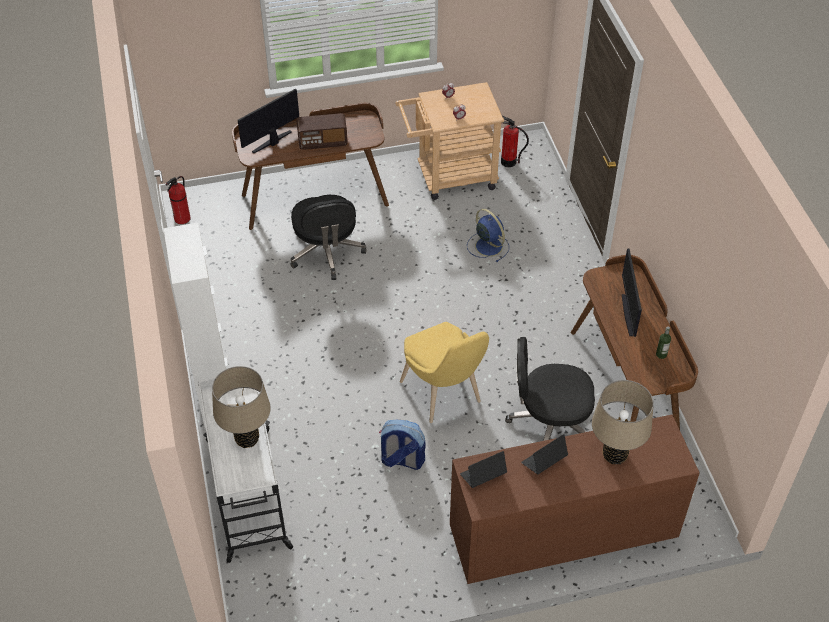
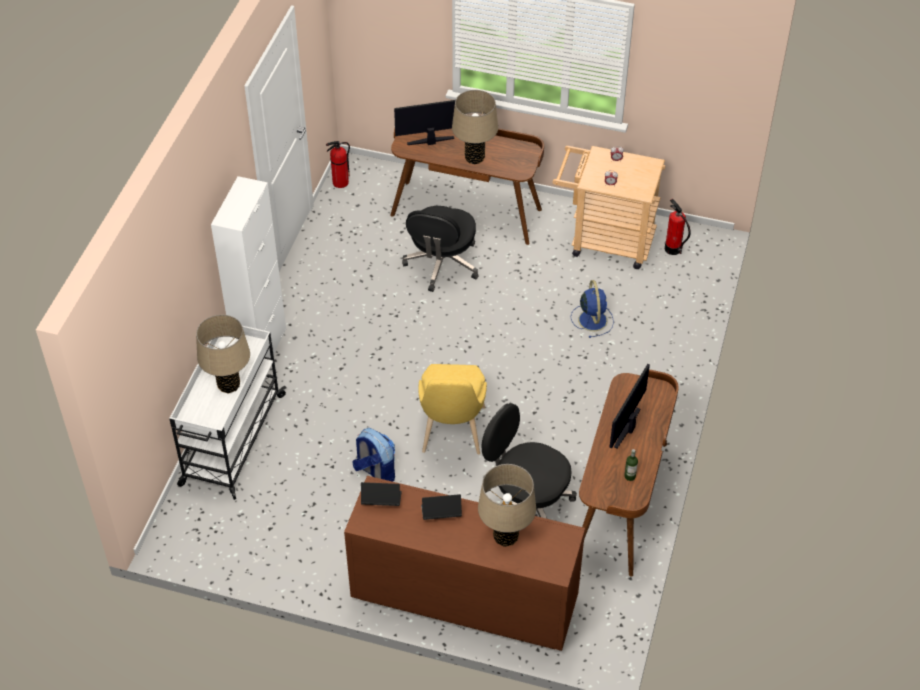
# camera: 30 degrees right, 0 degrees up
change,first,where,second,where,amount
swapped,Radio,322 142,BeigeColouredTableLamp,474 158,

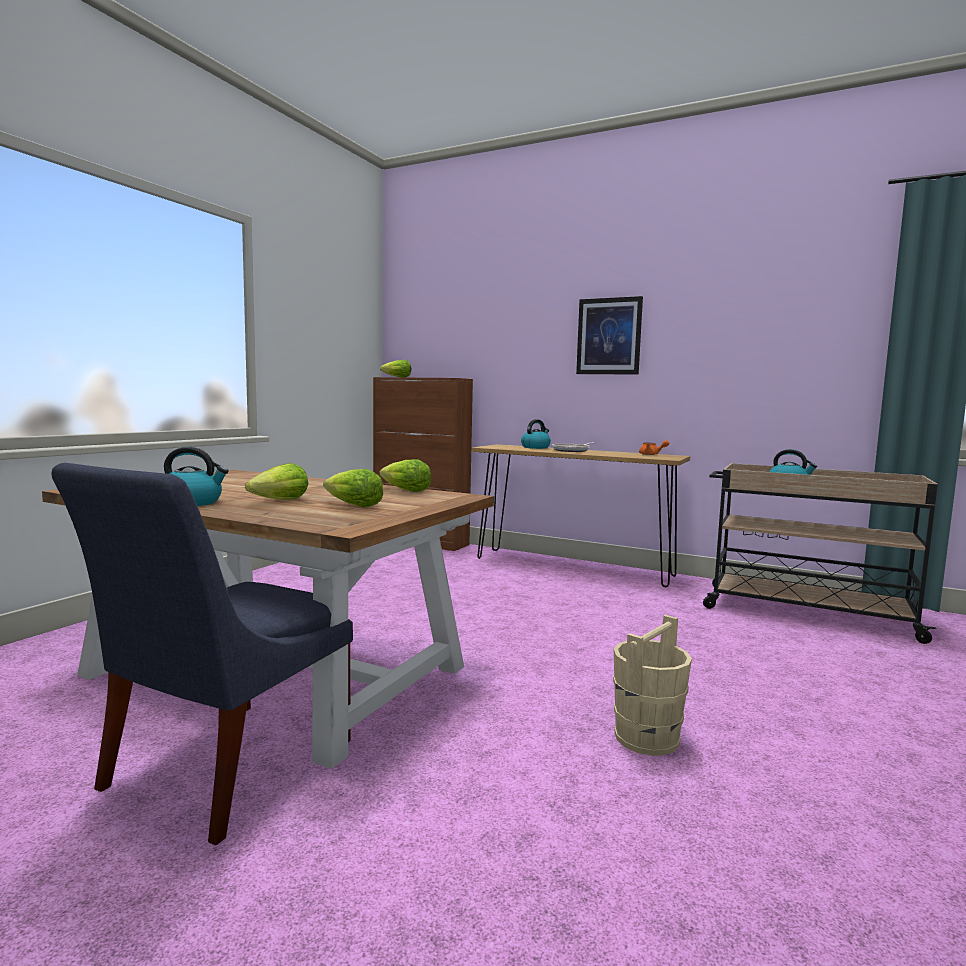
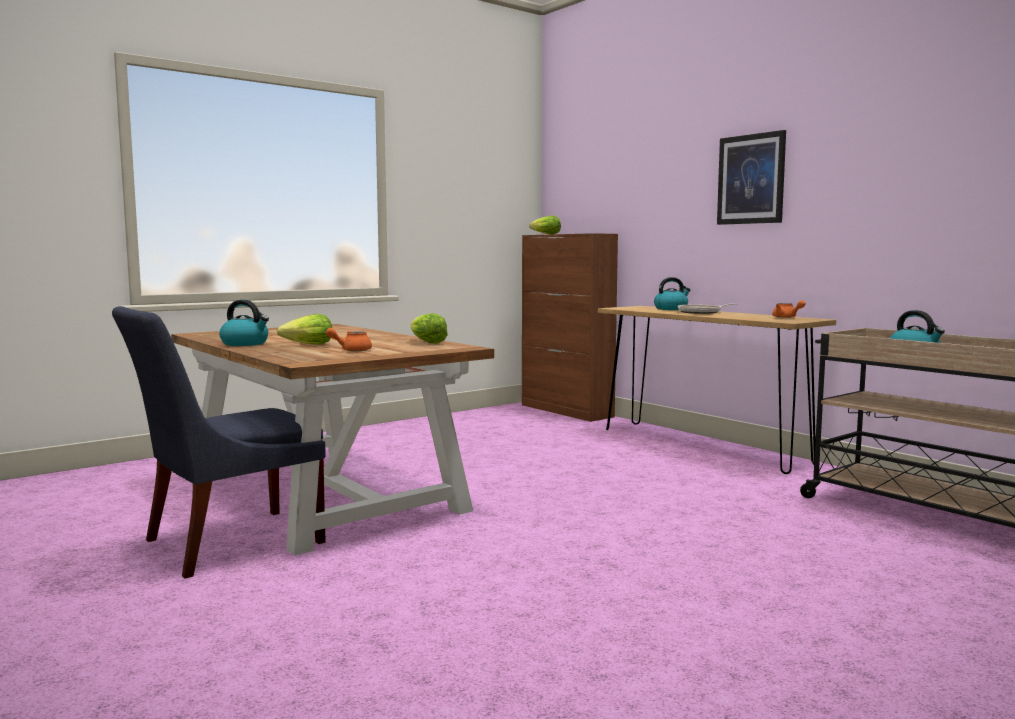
# camera: 25 degrees right, 0 degrees up
change,first,where,second,where,amount
swapped,HeadOfLettuce,352 506,OrangeyTeapot,351 350,
gone,BeigeColouredWaterBucket,647 737,,,

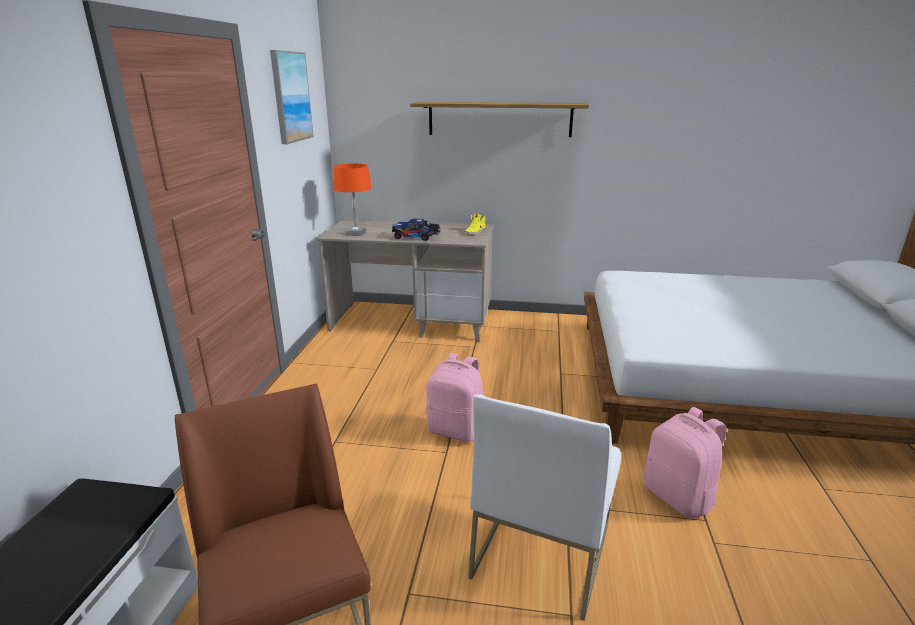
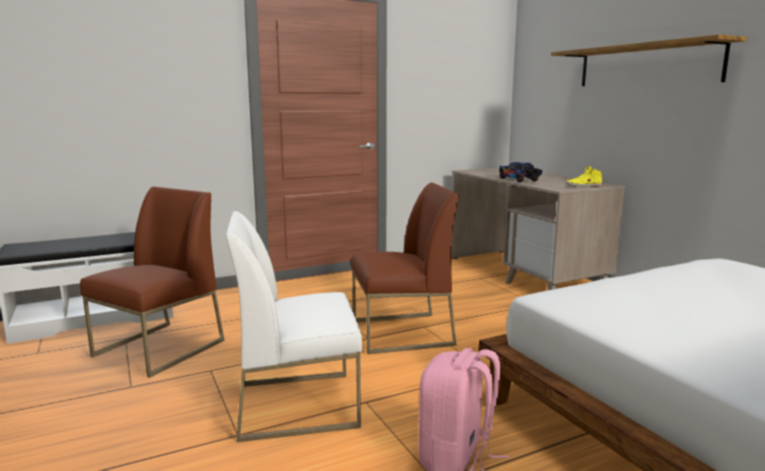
# camera: 55 degrees right, 10 degrees down
change,first,where,second,where,amount
gone,WallPicture,290 97,,,
gone,OrangeyTableLamp,356 233,,,
swapped,PinkKnapsack,456 430,BrownChair,401 333,

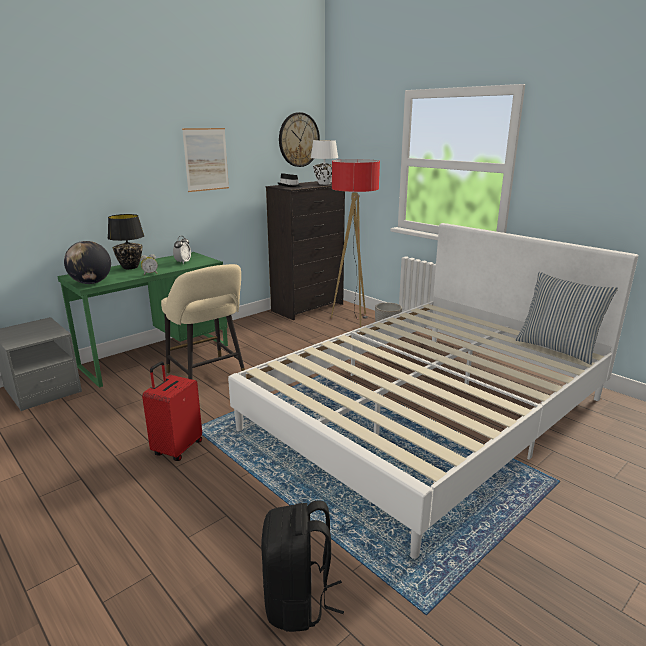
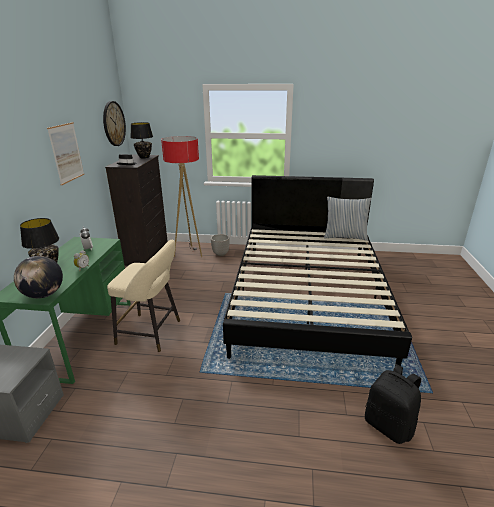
# camera: 40 degrees left, 5 degrees up
change,first,where,second,where,amount
gone,RedPieceOfLuggage,177 448,,,
repainted,WhiteColouredSleepingBed,429 413,BlackSleepingBed,308 296,
repainted,WhiteColouredTableLamp,324 184,BlackTableLamp,144 157,

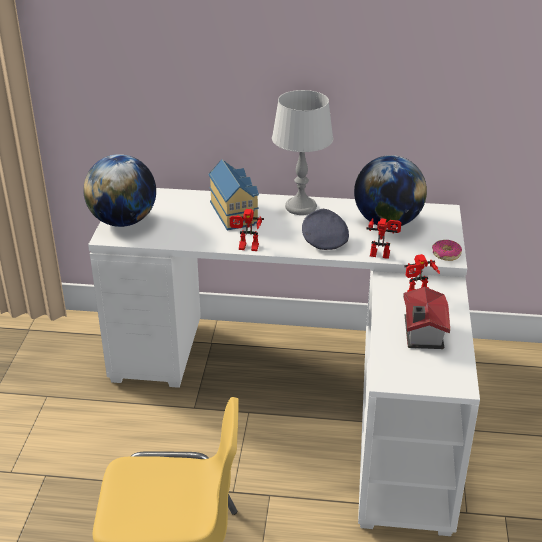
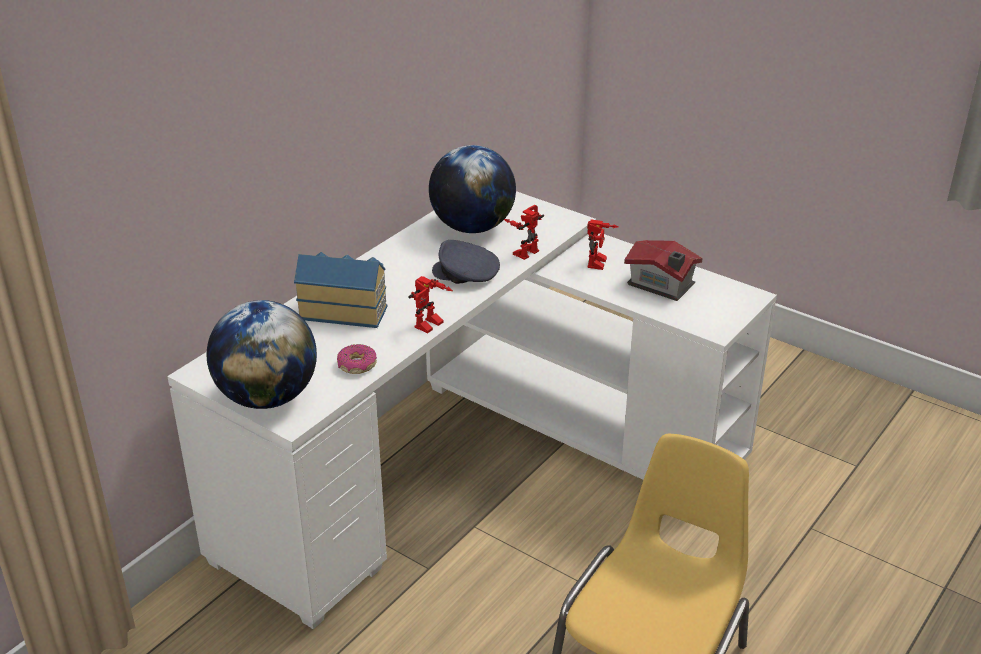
# camera: 60 degrees left, 0 degrees up
change,first,where,second,where,amount
gone,GreyishTableLamp,301 207,,,
shifted,Doughnut,446 254,,357 365,

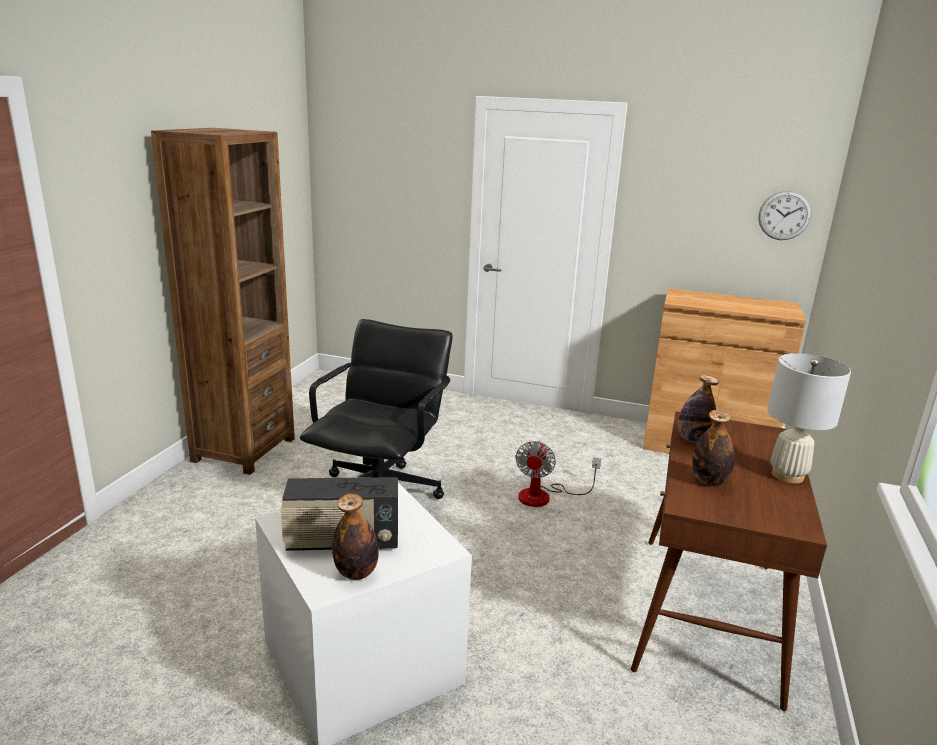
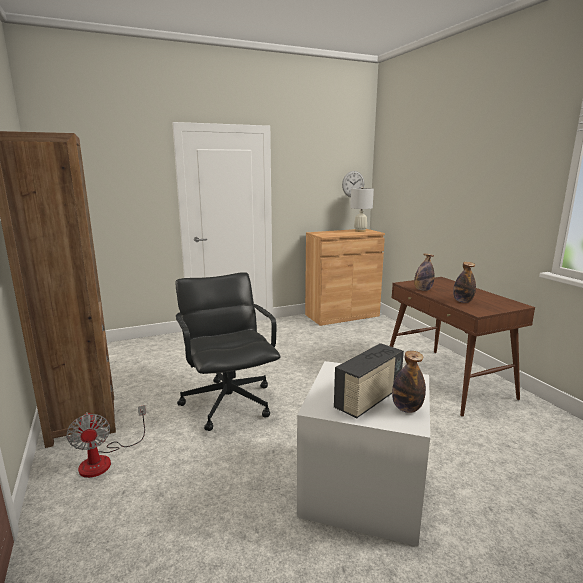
# camera: 40 degrees left, 5 degrees down
change,first,where,second,where,amount
shifted,Fan,544 496,,104 460,
shifted,WhiteColouredTableLamp,788 476,,360 231,

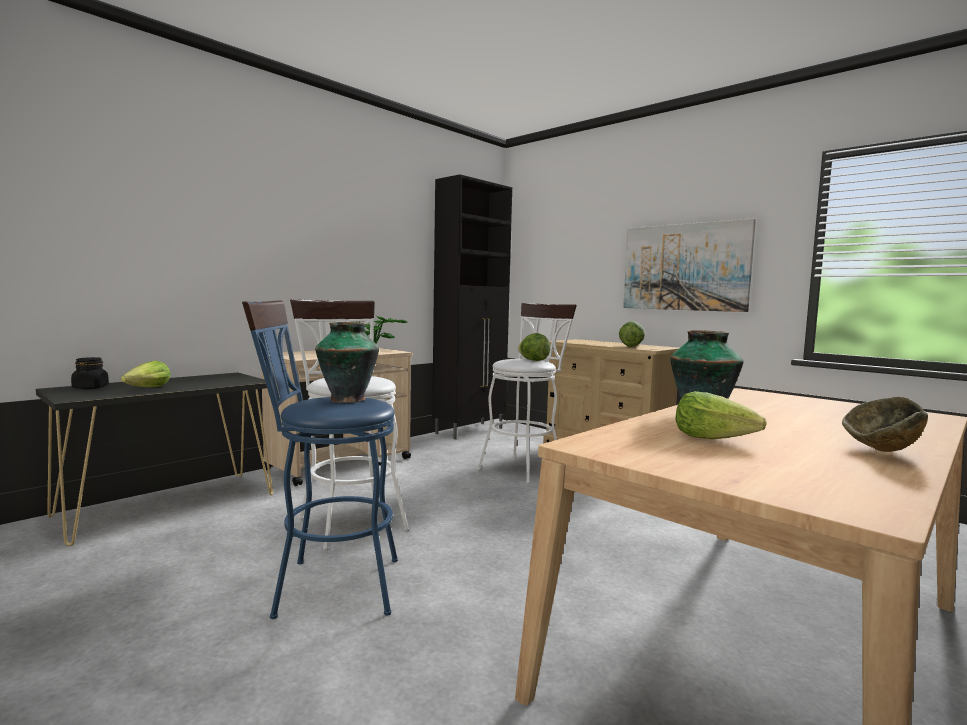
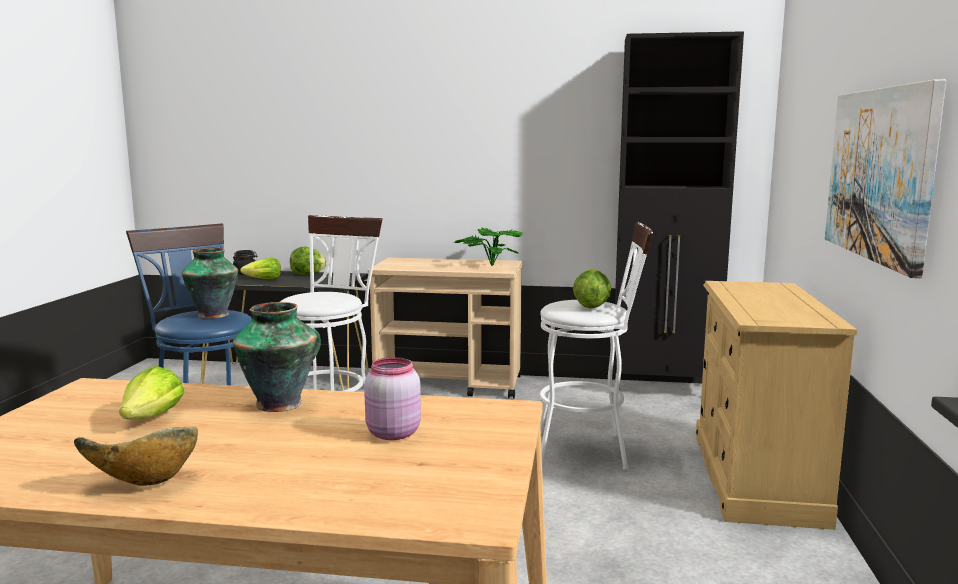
# camera: 55 degrees right, 5 degrees up
change,first,where,second,where,amount
shifted,HeadOfLettuce,631 347,,308 274,
new,,,PinkPreserveJar,391 433,

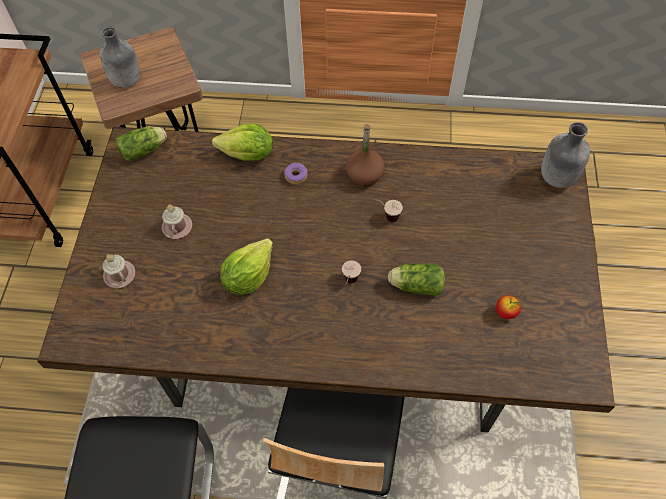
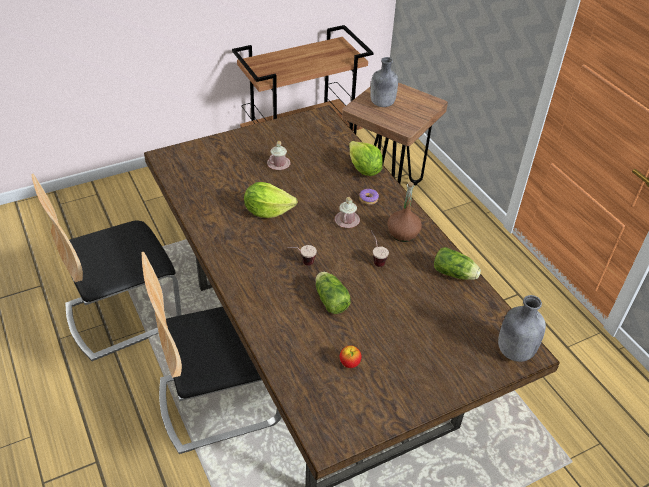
# camera: 55 degrees right, 15 degrees down
change,first,where,second,where,amount
shifted,PinkCoffeeMug,119 275,,347 220,
shifted,HeadOfLettuce,145 150,,455 274,

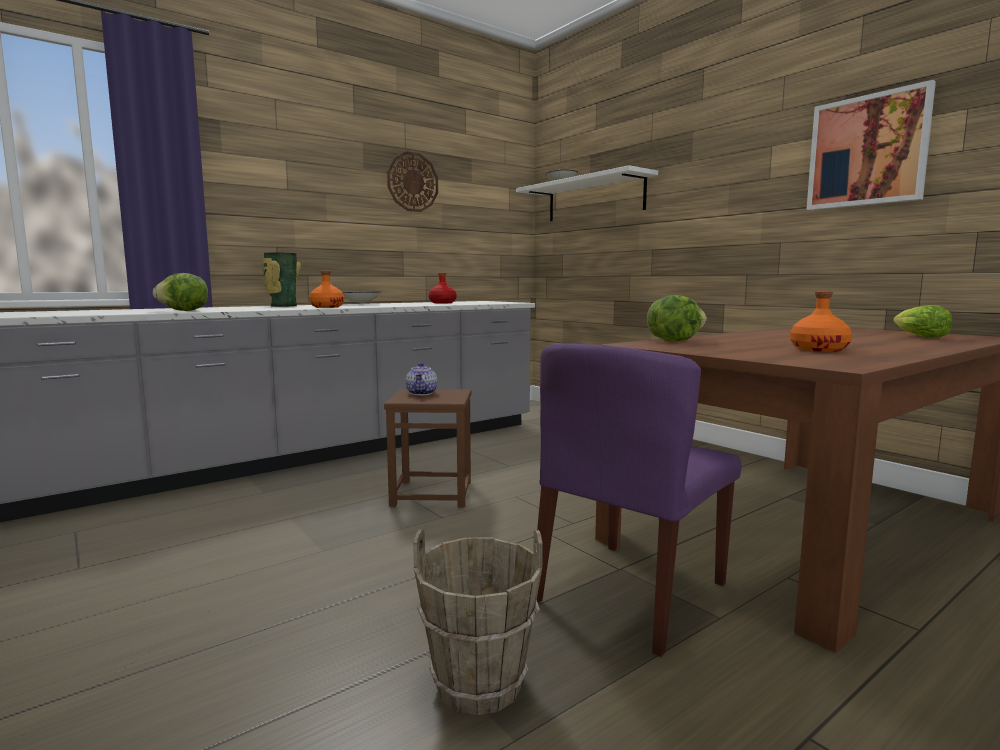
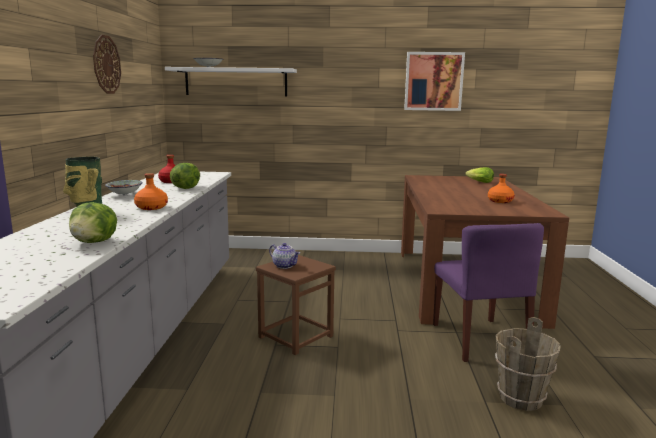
# camera: 50 degrees left, 5 degrees up
change,first,where,second,where,amount
shifted,HeadOfLettuce,673 341,,186 188,

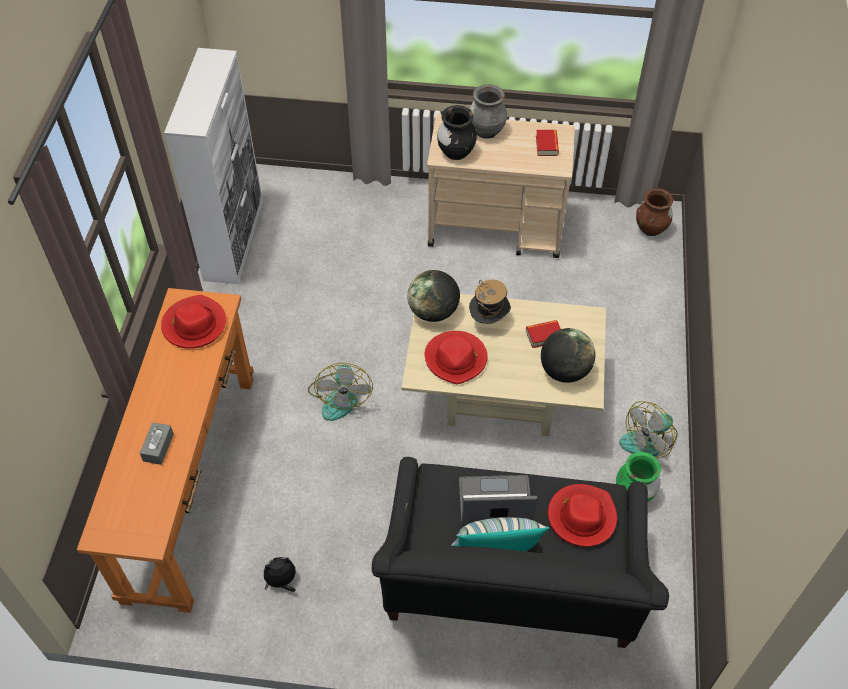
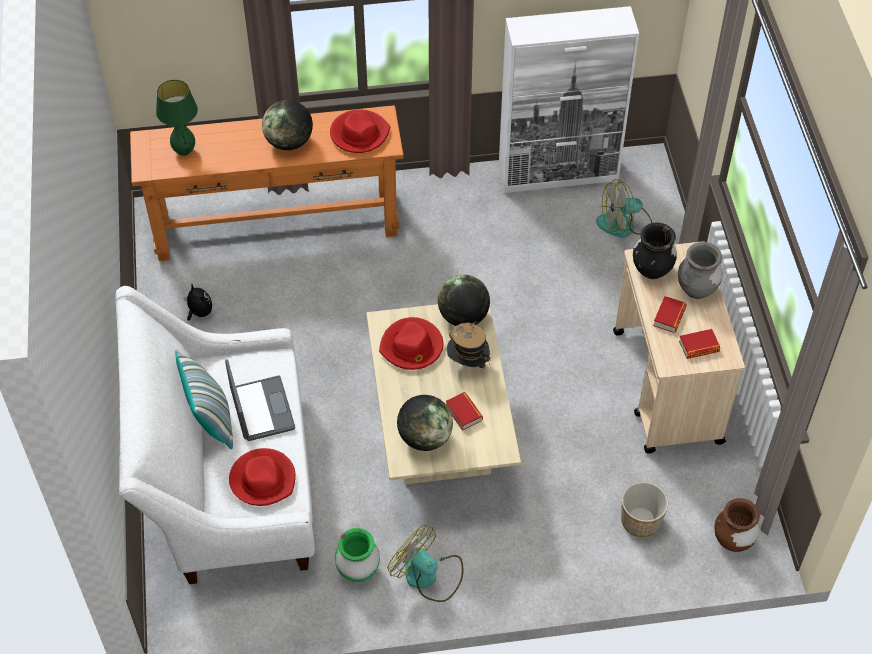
# camera: 75 degrees right, 0 degrees up
change,first,where,second,where,amount
gone,GreyishTissueBox,158 447,,,
shifted,Fan,340 397,,624 224,
repainted,BlackSettee,510 590,WhiteColouredSettee,227 481,
new,,,GreenishTableLamp,184 151,
new,,,Globe,289 142,
new,,,Planter,641 521,
new,,,BoundBook,669 317,

